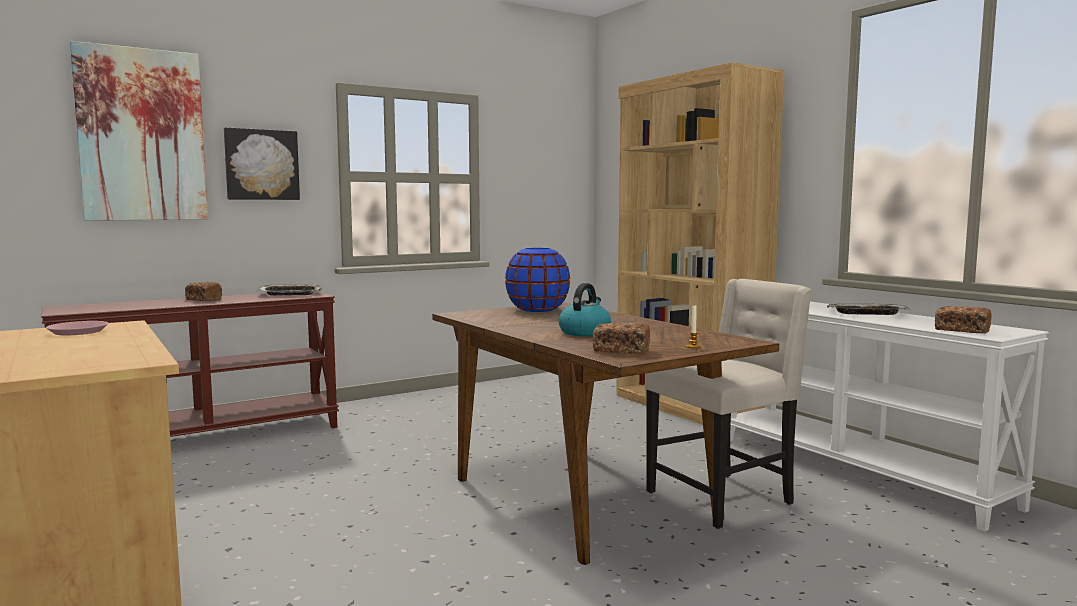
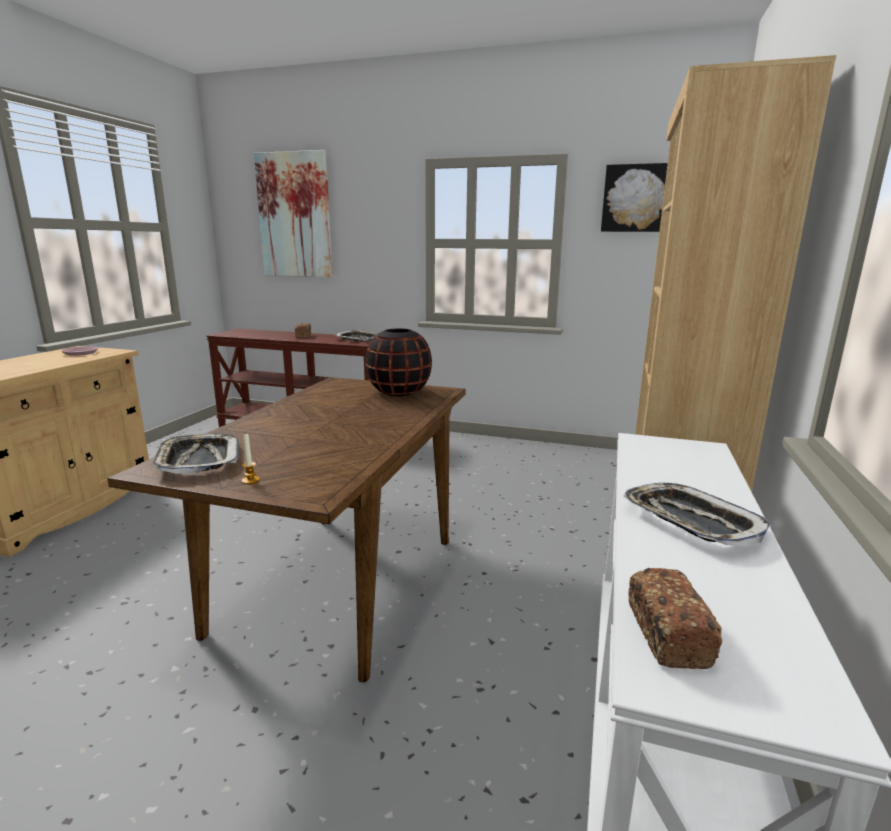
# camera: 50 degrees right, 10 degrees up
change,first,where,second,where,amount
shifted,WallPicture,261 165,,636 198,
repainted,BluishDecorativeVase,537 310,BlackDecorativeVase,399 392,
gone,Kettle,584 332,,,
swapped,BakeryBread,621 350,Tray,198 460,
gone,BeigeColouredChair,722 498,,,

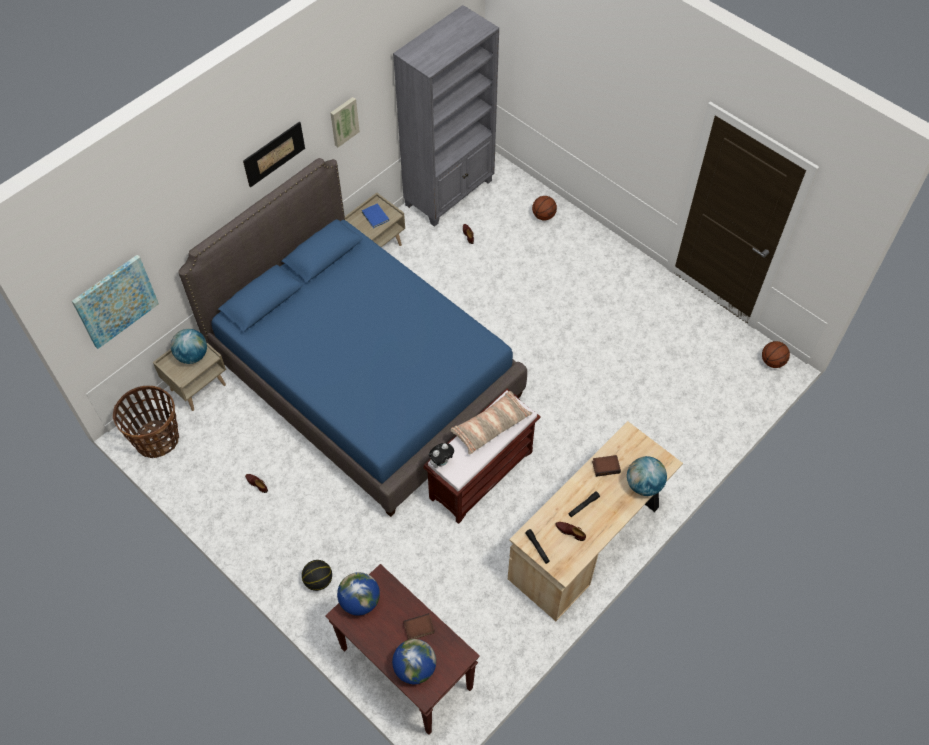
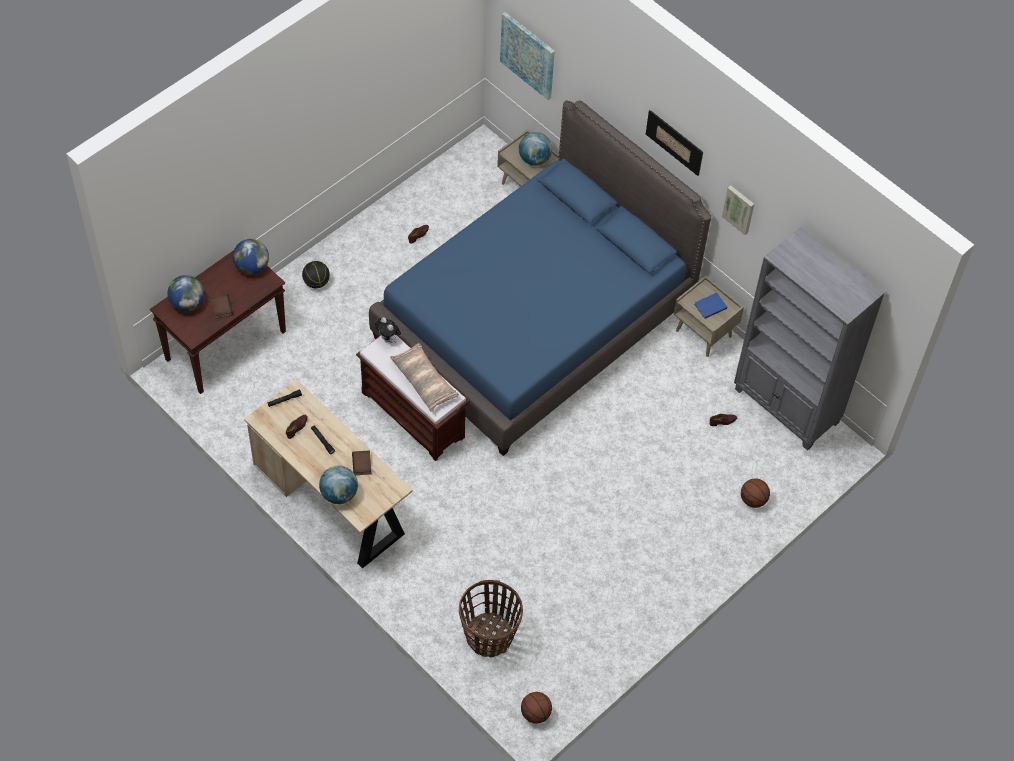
# camera: 90 degrees right, 0 degrees up
change,first,where,second,where,amount
shifted,HouseholdBasket,157 439,,489 636,

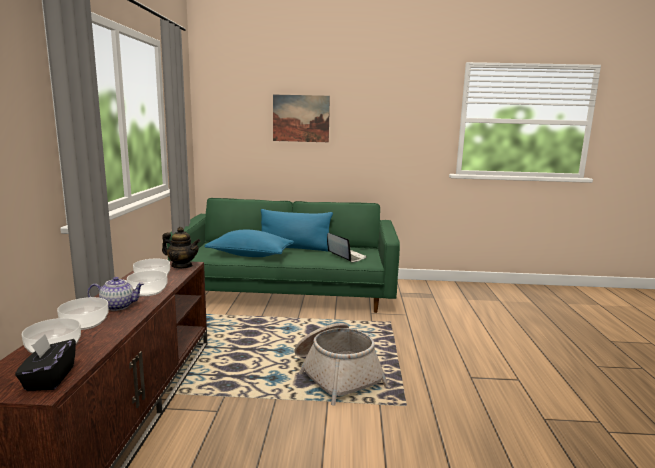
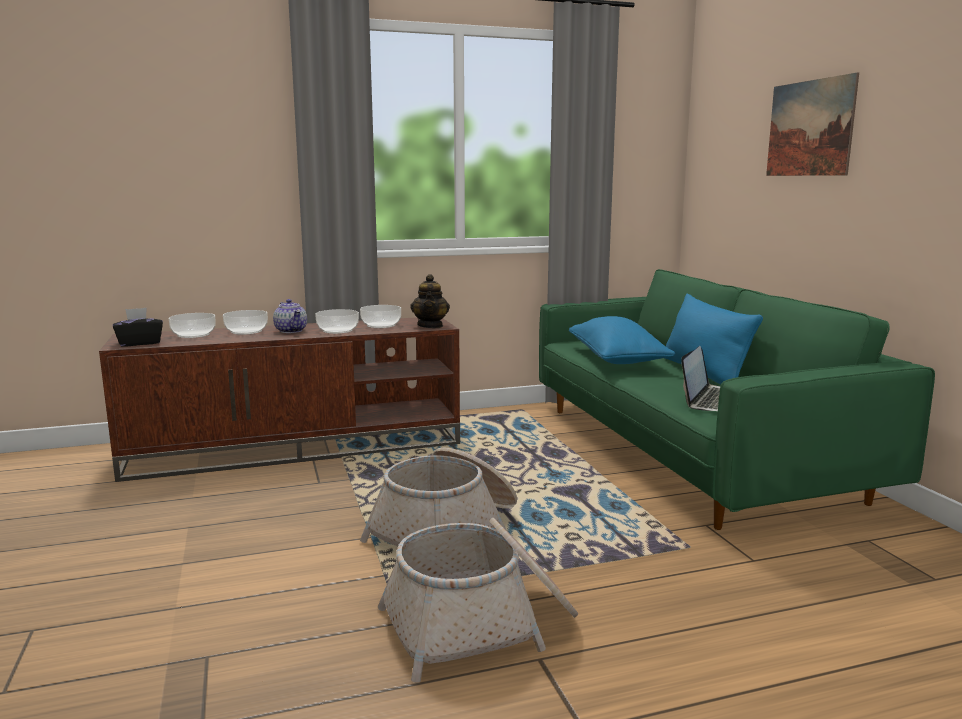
# camera: 70 degrees right, 0 degrees up
change,first,where,second,where,amount
new,,,HouseholdBasket,481 624,

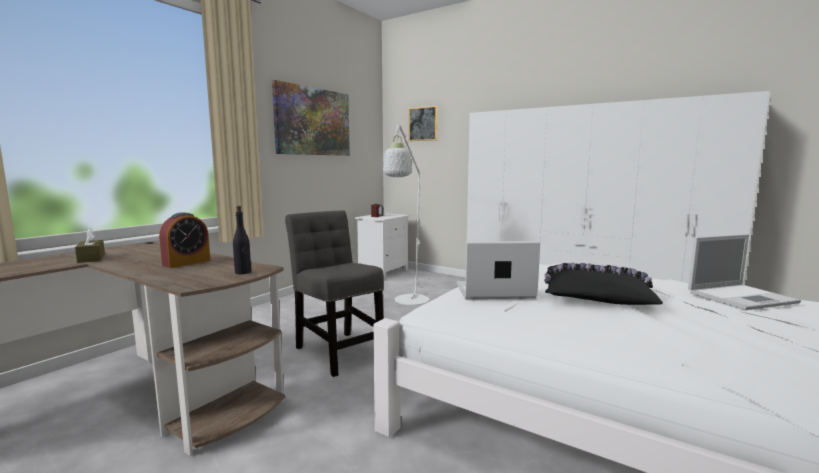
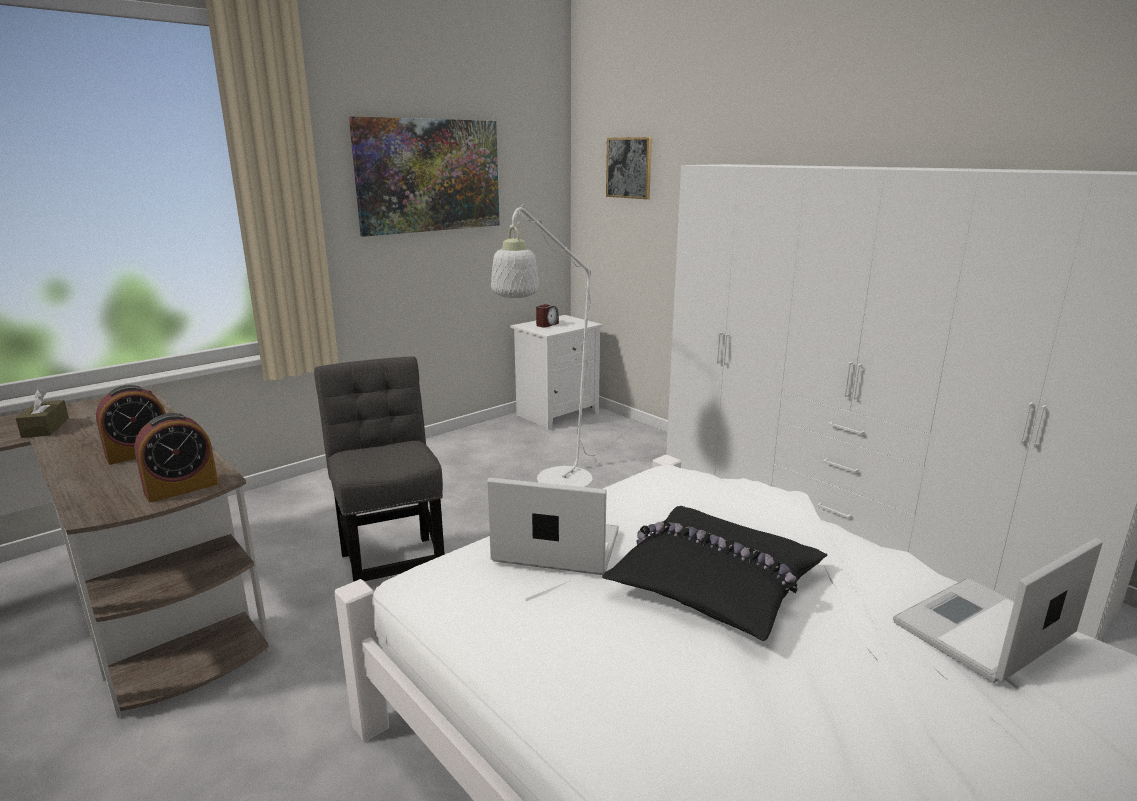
# camera: 15 degrees right, 10 degrees up
change,first,where,second,where,amount
swapped,BlackBottle,243 272,BedsideClock,181 488,
rotated,NotebookComputer,742 297,,981 631,150 degrees clockwise

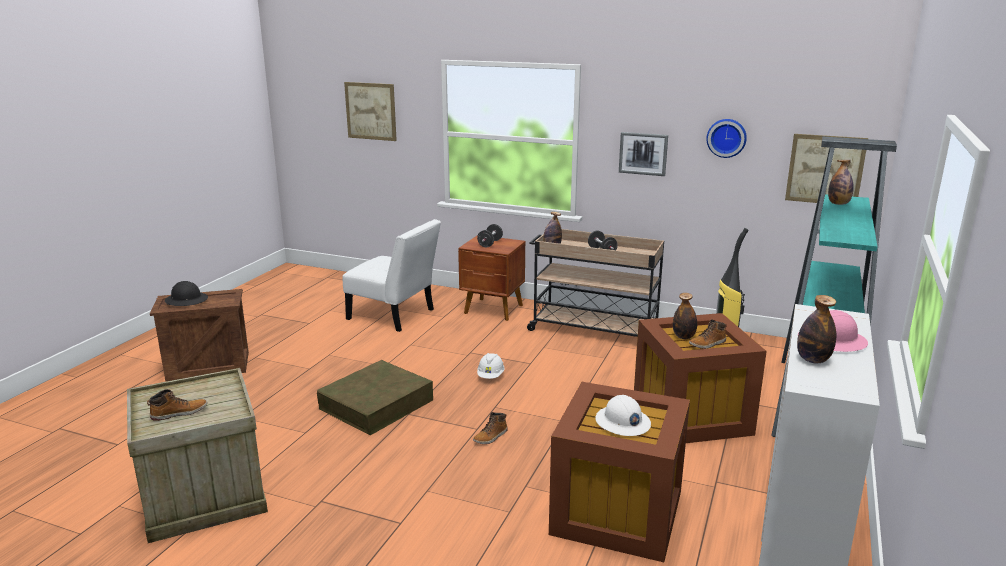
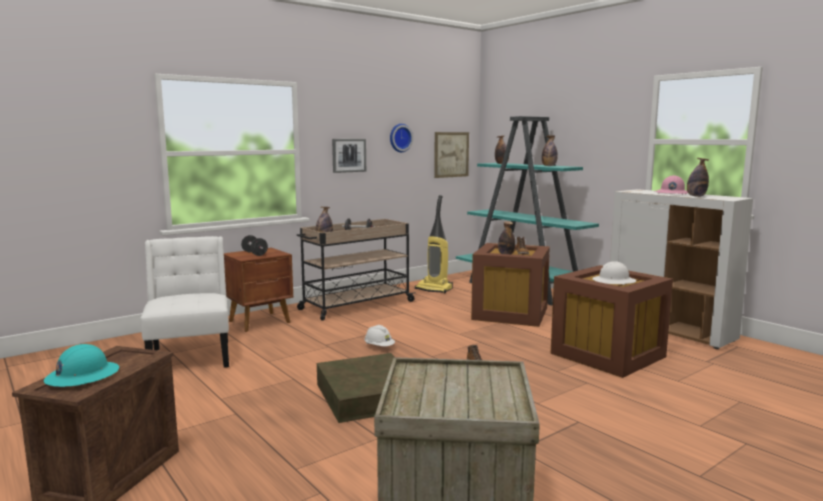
# camera: 60 degrees left, 10 degrees down
change,first,where,second,where,amount
gone,TallBoot,179 413,,,
repainted,BlackSafetyHelmet,186 300,BlueGreenSafetyHelmet,82 376,
rotated,WhiteColouredChair,394 316,,191 355,75 degrees counterclockwise
gone,WallPicture,370 111,,,
new,,,Bottle,549 166,

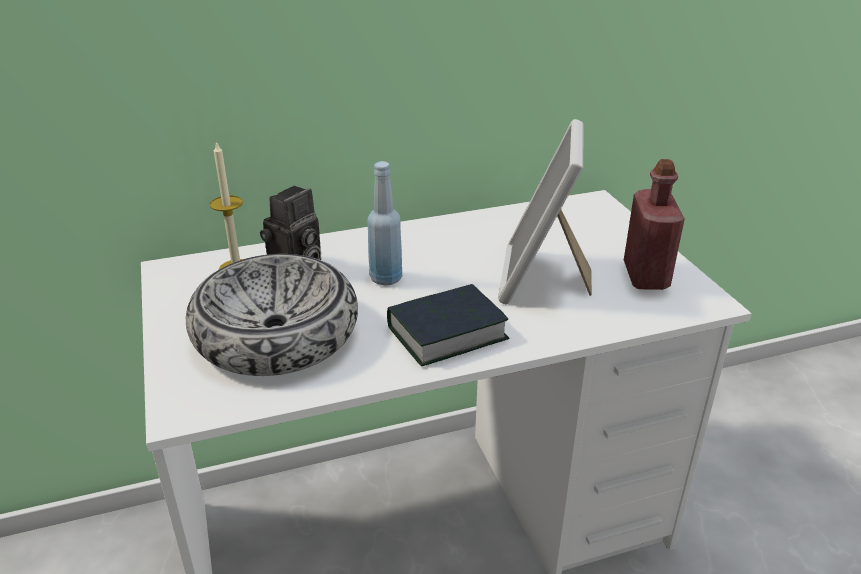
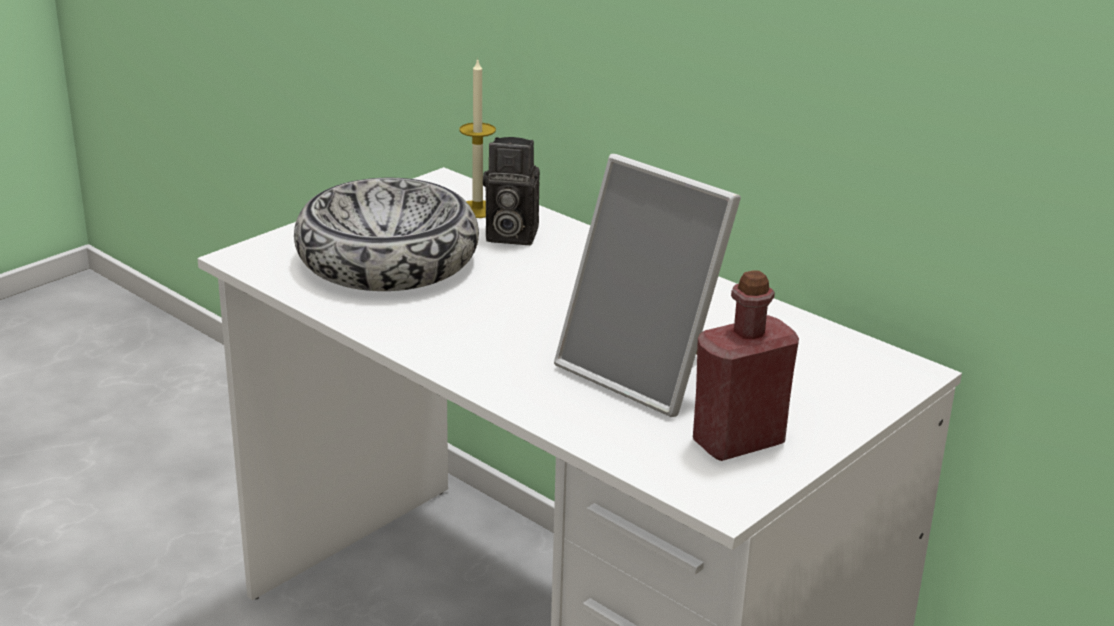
# camera: 60 degrees right, 5 degrees down
change,first,where,second,where,amount
gone,BluishBottle,386 278,,,
gone,BoundBook,446 333,,,
rotated,PictureFrame,542 279,,646 373,120 degrees counterclockwise

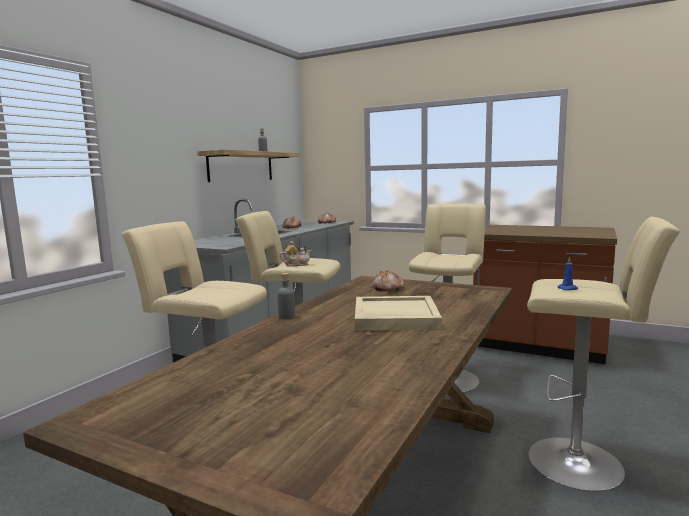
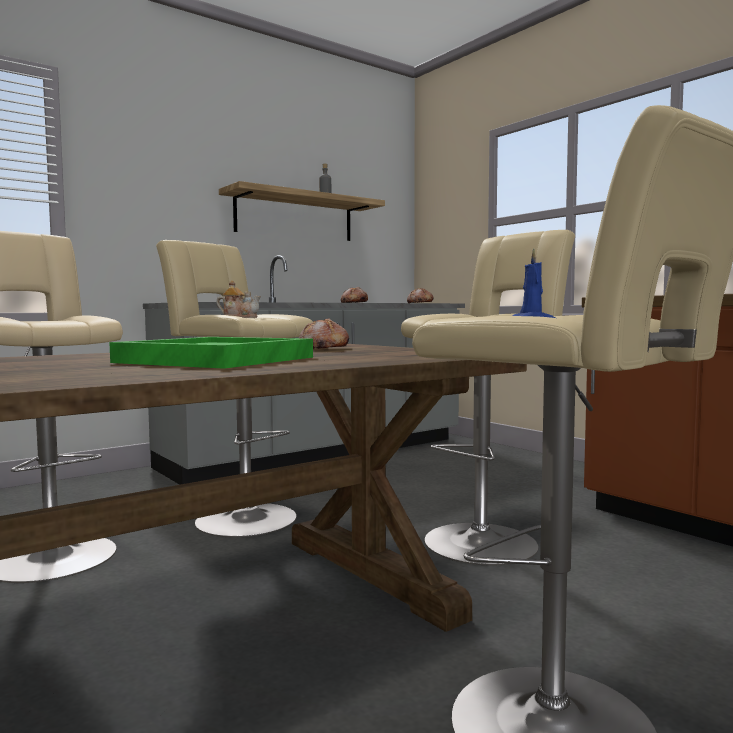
# camera: 25 degrees right, 5 degrees down
change,first,where,second,where,amount
gone,GreyishBottle,286 316,,,
repainted,BeigeColouredTray,394 317,GreenishTray,214 360,

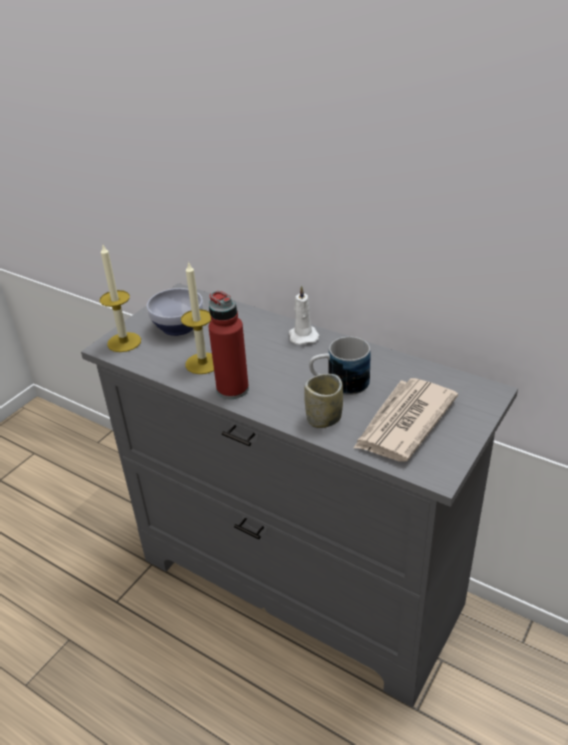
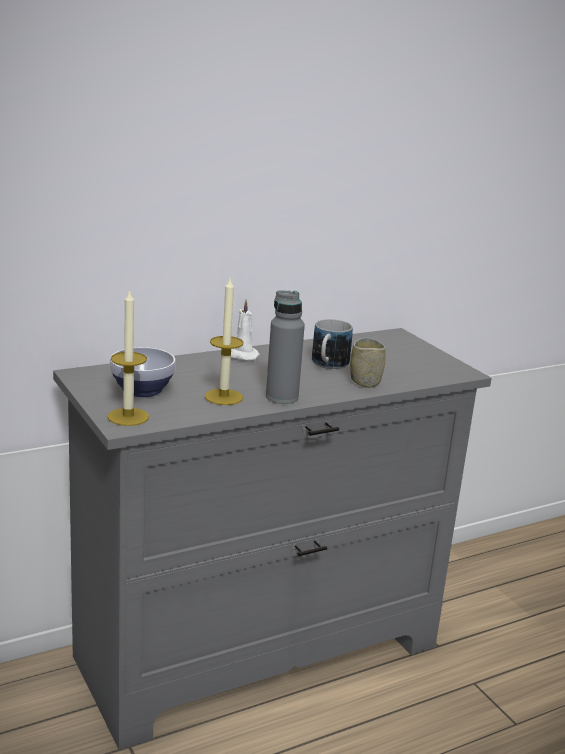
# camera: 65 degrees left, 15 degrees down
change,first,where,second,where,amount
repainted,RedBottle,232 389,GreyishBottle,282 397,
gone,DailyPaper,403 423,,,

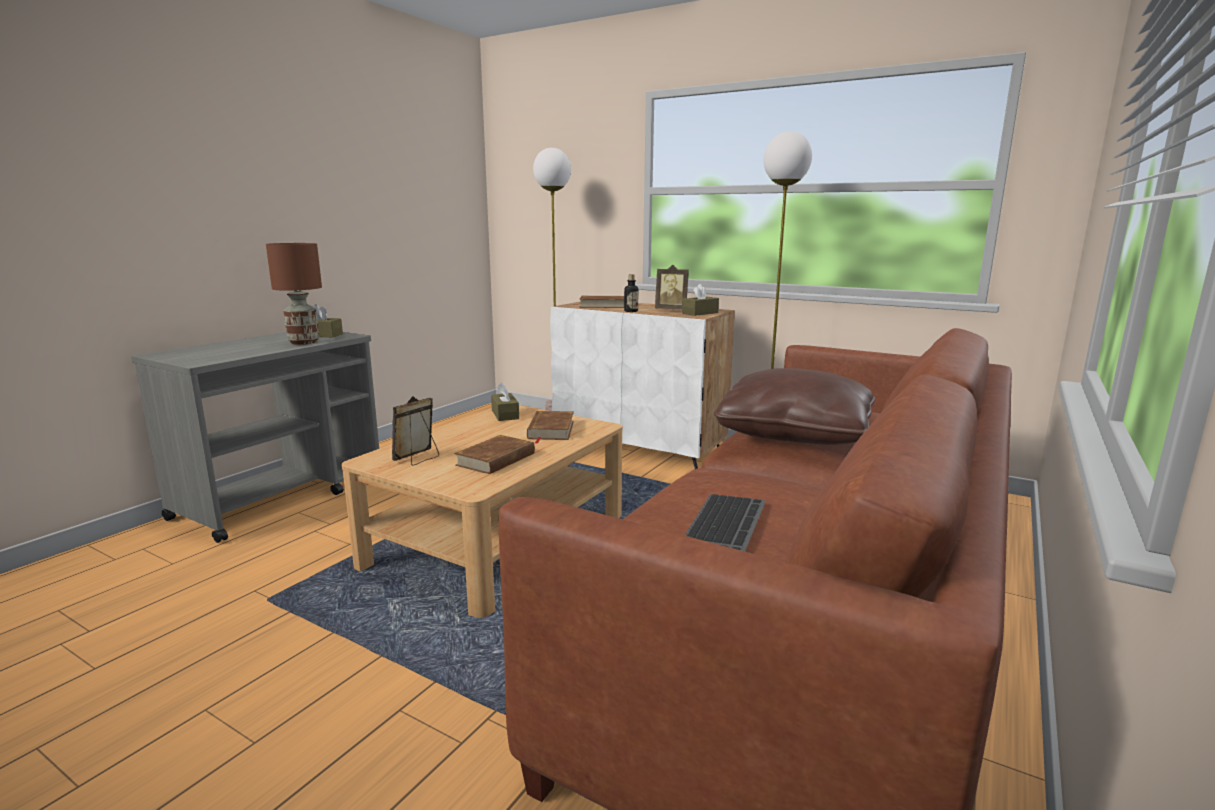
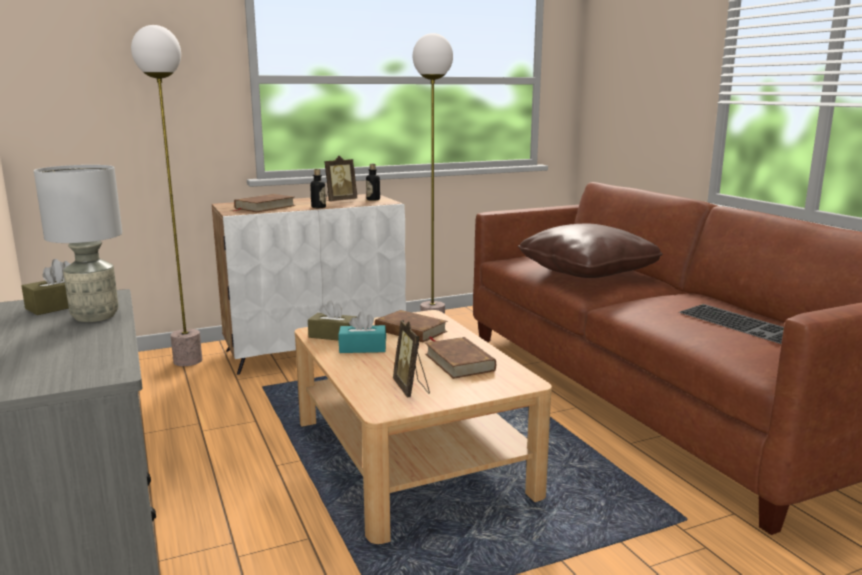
# camera: 55 degrees left, 0 degrees up
change,first,where,second,where,amount
repainted,BrownTableLamp,304 342,GreyishTableLamp,96 316,
swapped,BrownTissueBox,700 313,Bottle,373 199,
new,,,BlueGreenTissueBox,362 348,

